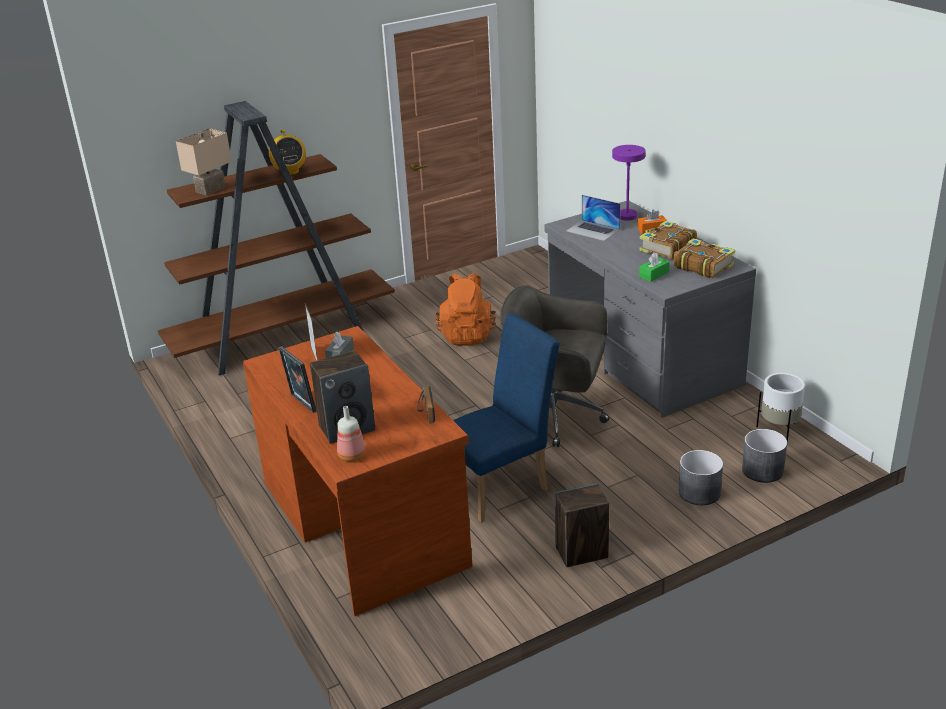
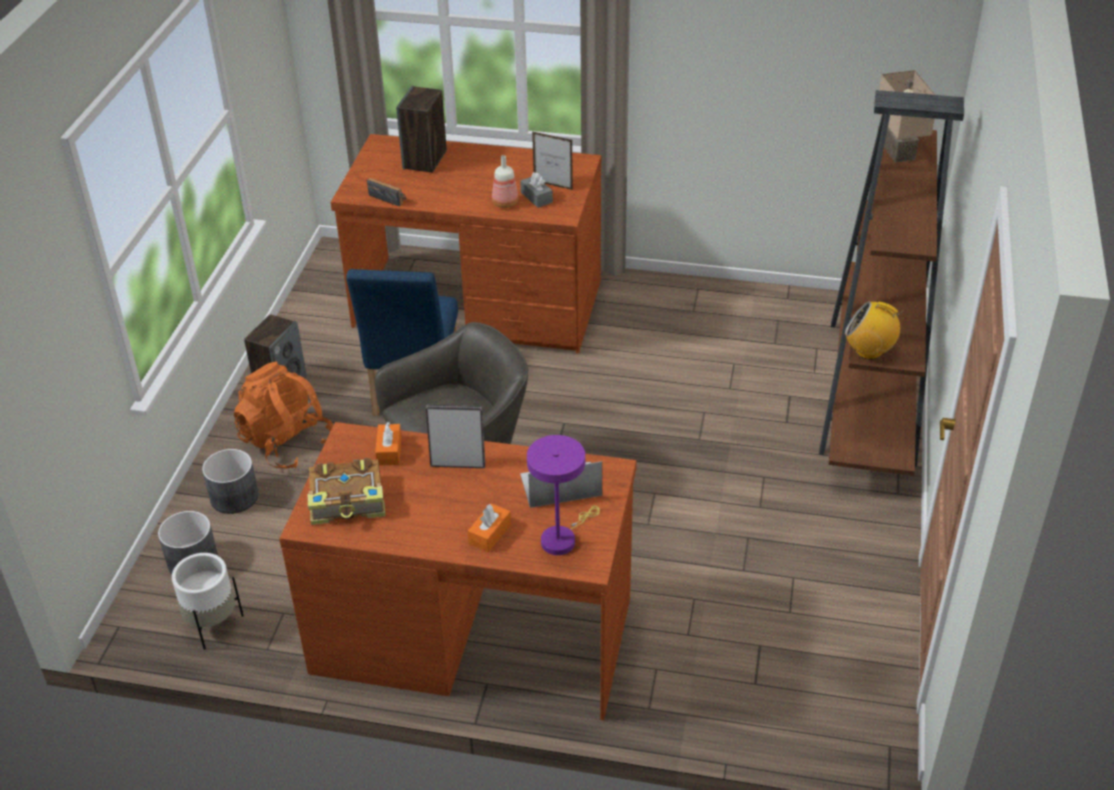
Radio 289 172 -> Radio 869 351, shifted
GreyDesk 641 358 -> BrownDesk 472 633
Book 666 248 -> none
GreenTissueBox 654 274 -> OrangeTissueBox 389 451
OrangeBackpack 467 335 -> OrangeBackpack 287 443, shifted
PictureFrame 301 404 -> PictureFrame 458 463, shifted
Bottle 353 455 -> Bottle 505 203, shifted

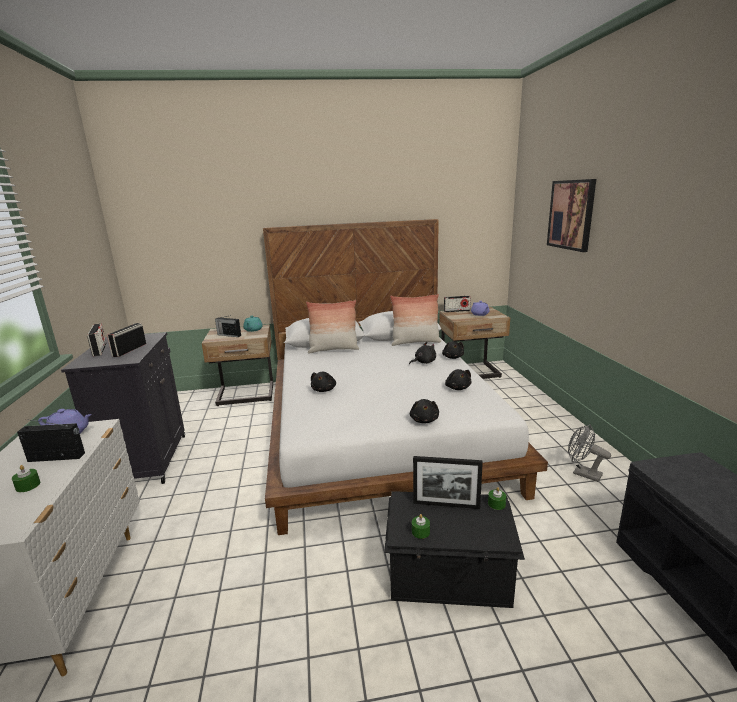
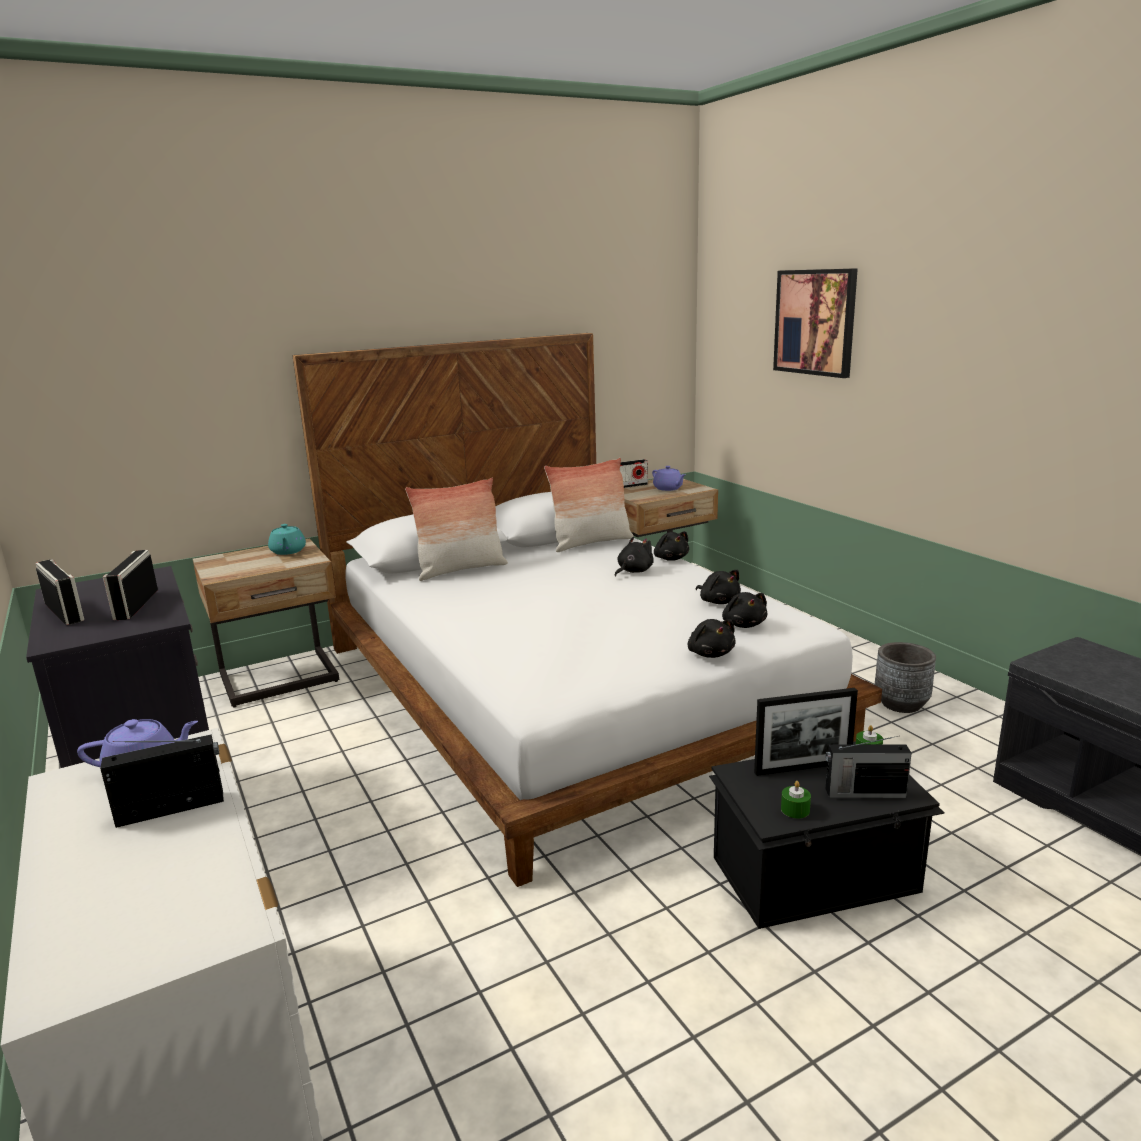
Radio 229 335 -> Radio 863 792, shifted
BlackPlushToy 324 390 -> BlackPlushToy 743 624, shifted
GreyFan 582 473 -> GreyPlanter 901 704
GreenCandle 28 486 -> none

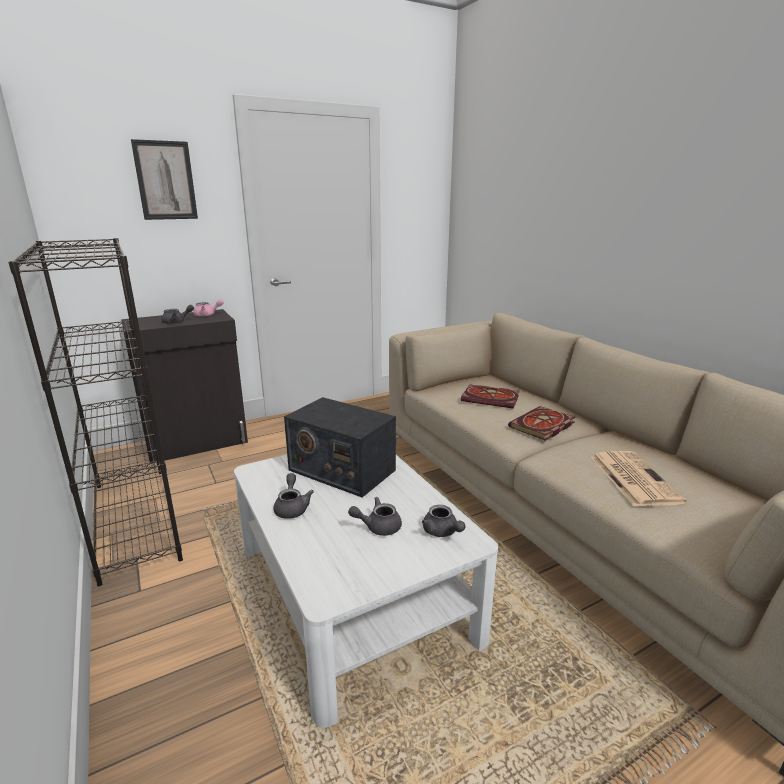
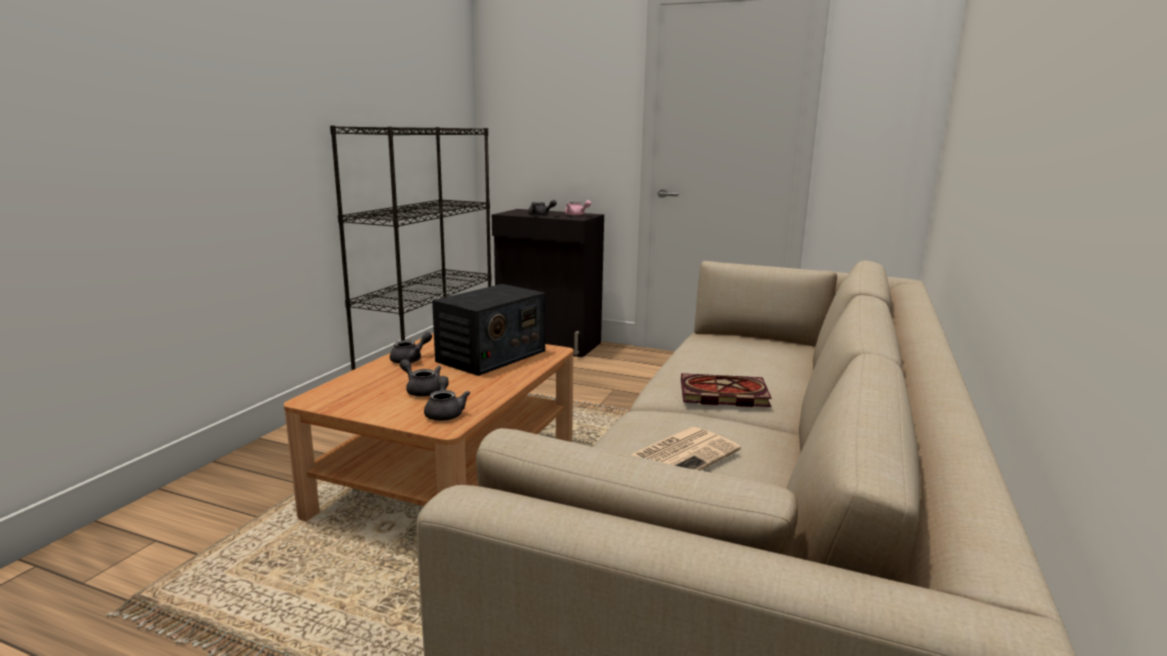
Picture 165 180 -> none
Book 491 399 -> none
Radio 341 470 -> Radio 491 356, 135 degrees counterclockwise
WhiteCoffeeTable 354 591 -> BrownCoffeeTable 450 475
GreyTeapot 442 532 -> GreyTeapot 445 413, 150 degrees clockwise

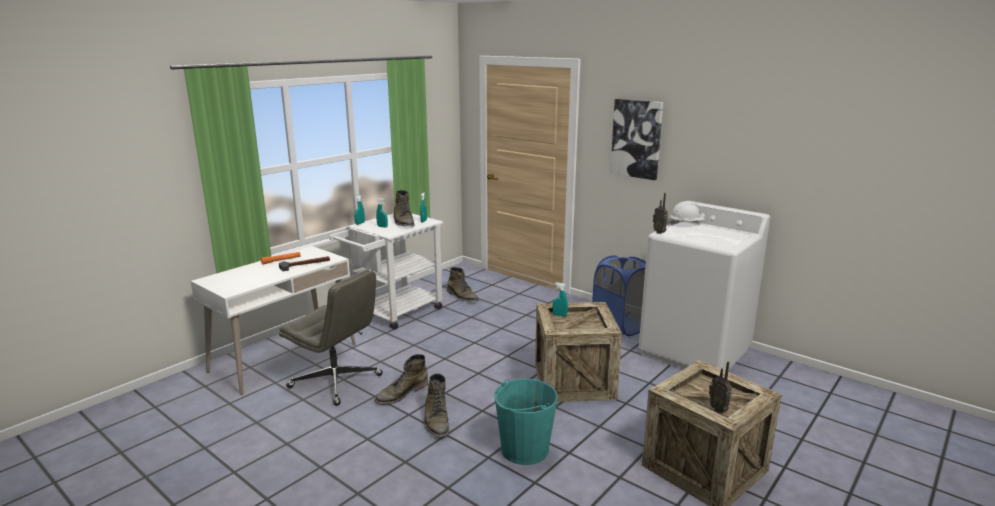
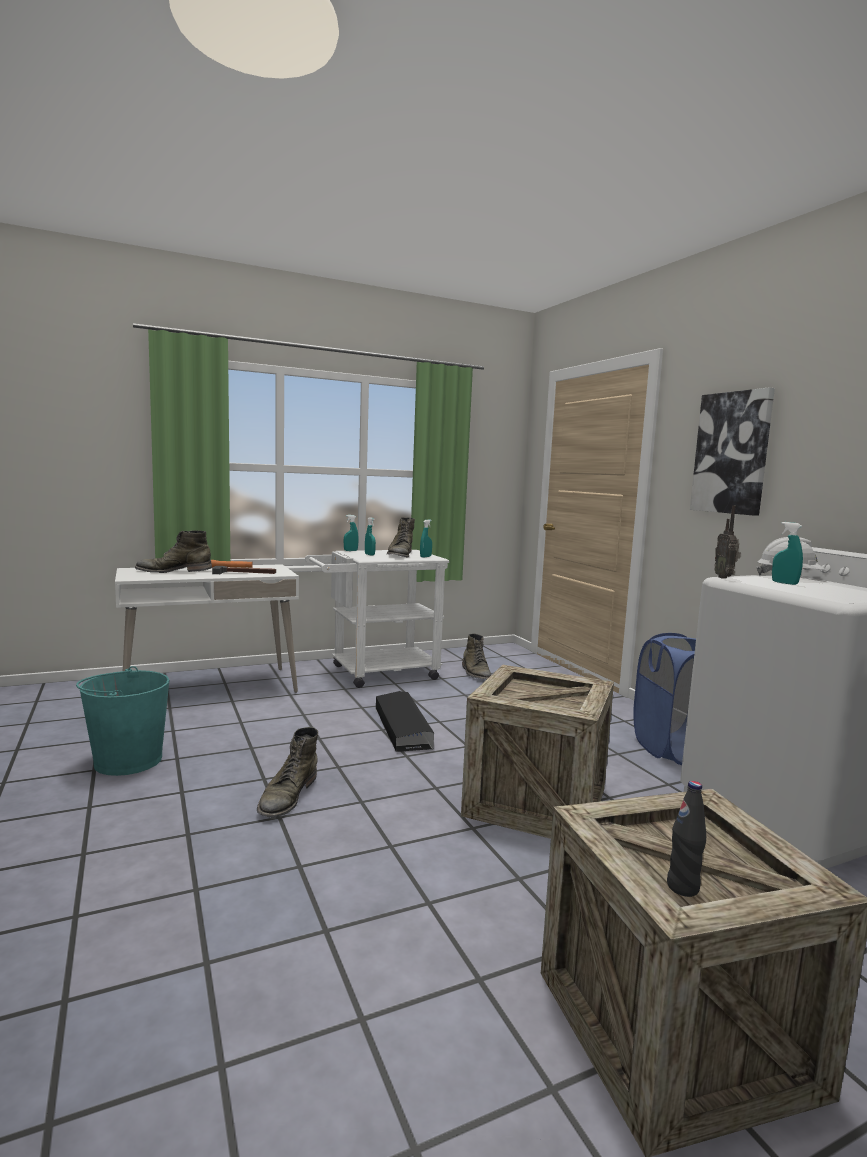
GreyOfficeChair 336 382 -> none
TurquoiseSprayBottle 559 315 -> TurquoiseSprayBottle 784 583, shifted
GreenBoot 401 393 -> GreenBoot 174 571, shifted
Radio 718 409 -> BlackBottle 683 887
TurquoiseBucket 524 449 -> TurquoiseBucket 127 761, shifted
none -> BlackStorageBox 402 727

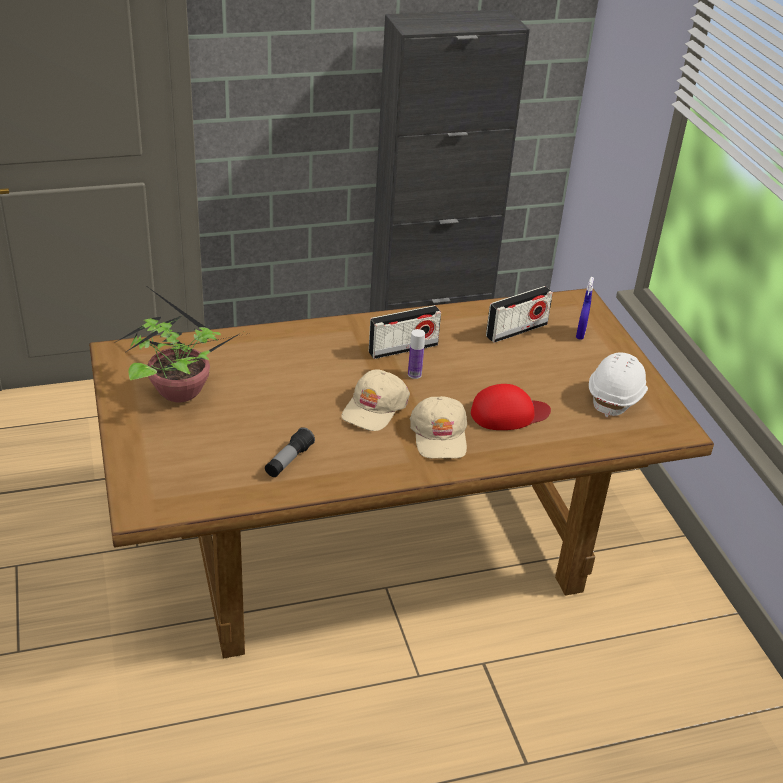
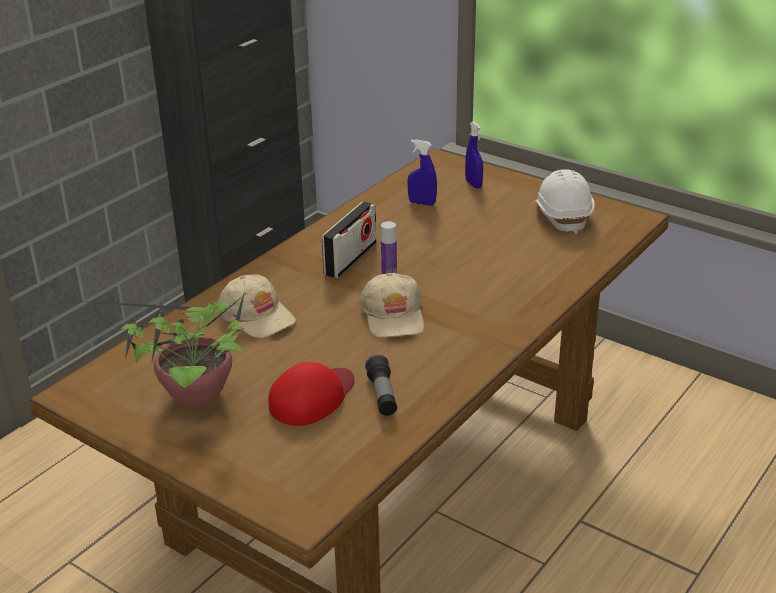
Radio 516 330 -> BlueSprayBottle 422 203
RedCap 509 413 -> RedCap 312 397, shifted
BeigeCap 439 435 -> BeigeCap 257 315, shifted

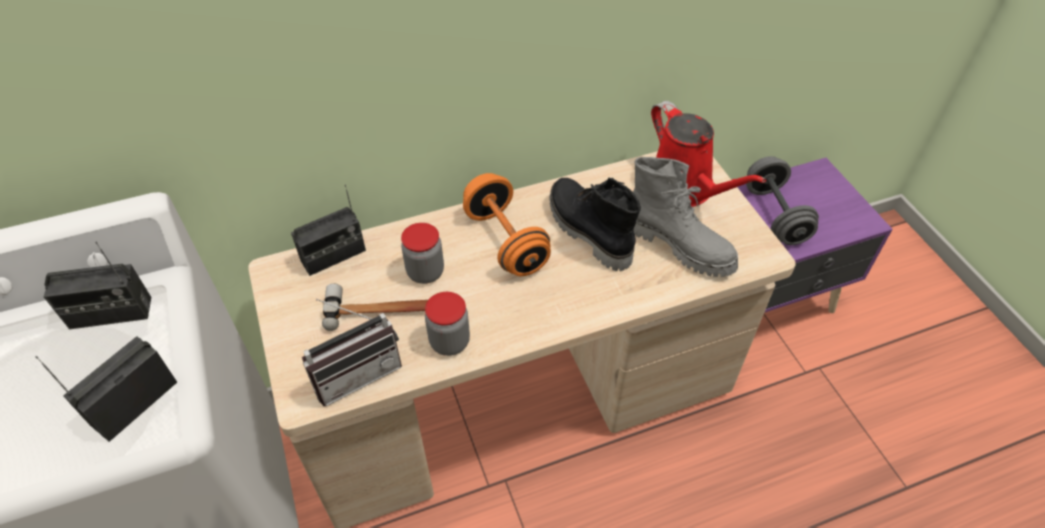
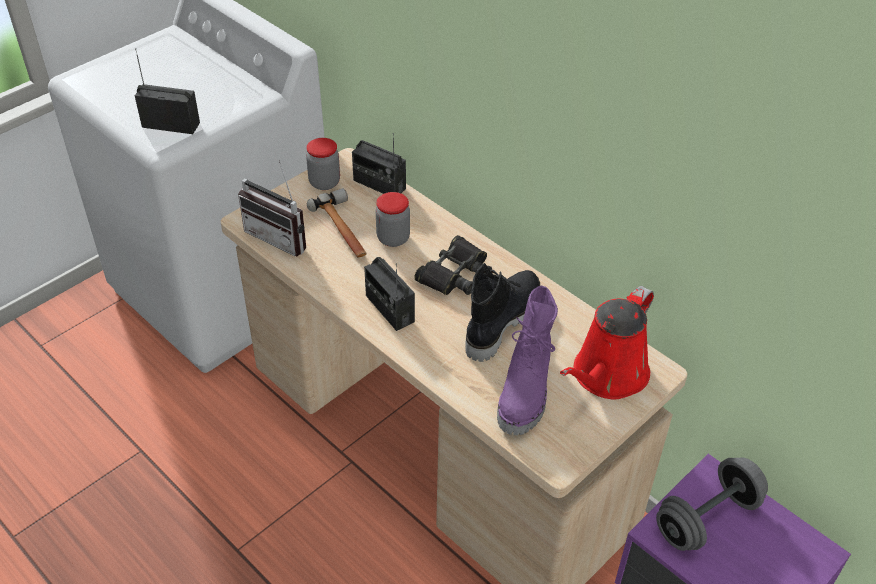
GreyBoot 680 245 -> PurpleBoot 526 391
OrangeDumbbell 506 241 -> BlackBinoculars 455 273
Radio 111 313 -> Radio 389 309, shifted
Jar 449 342 -> Jar 324 182, shifted

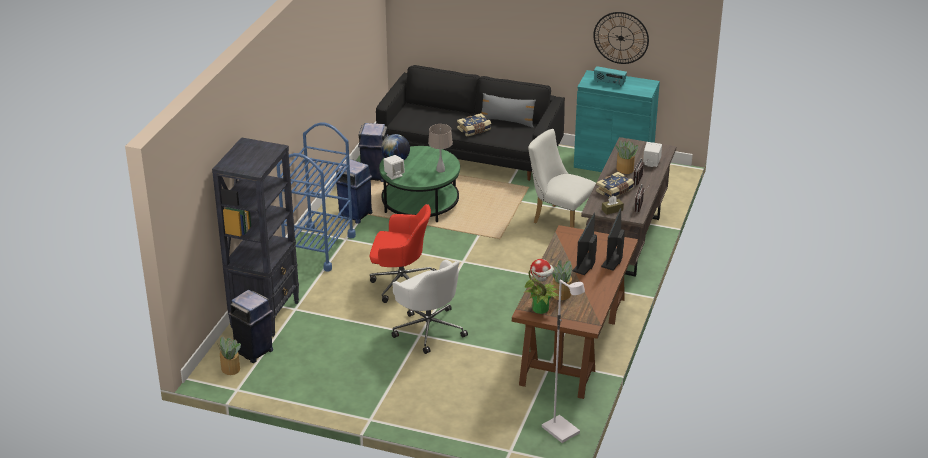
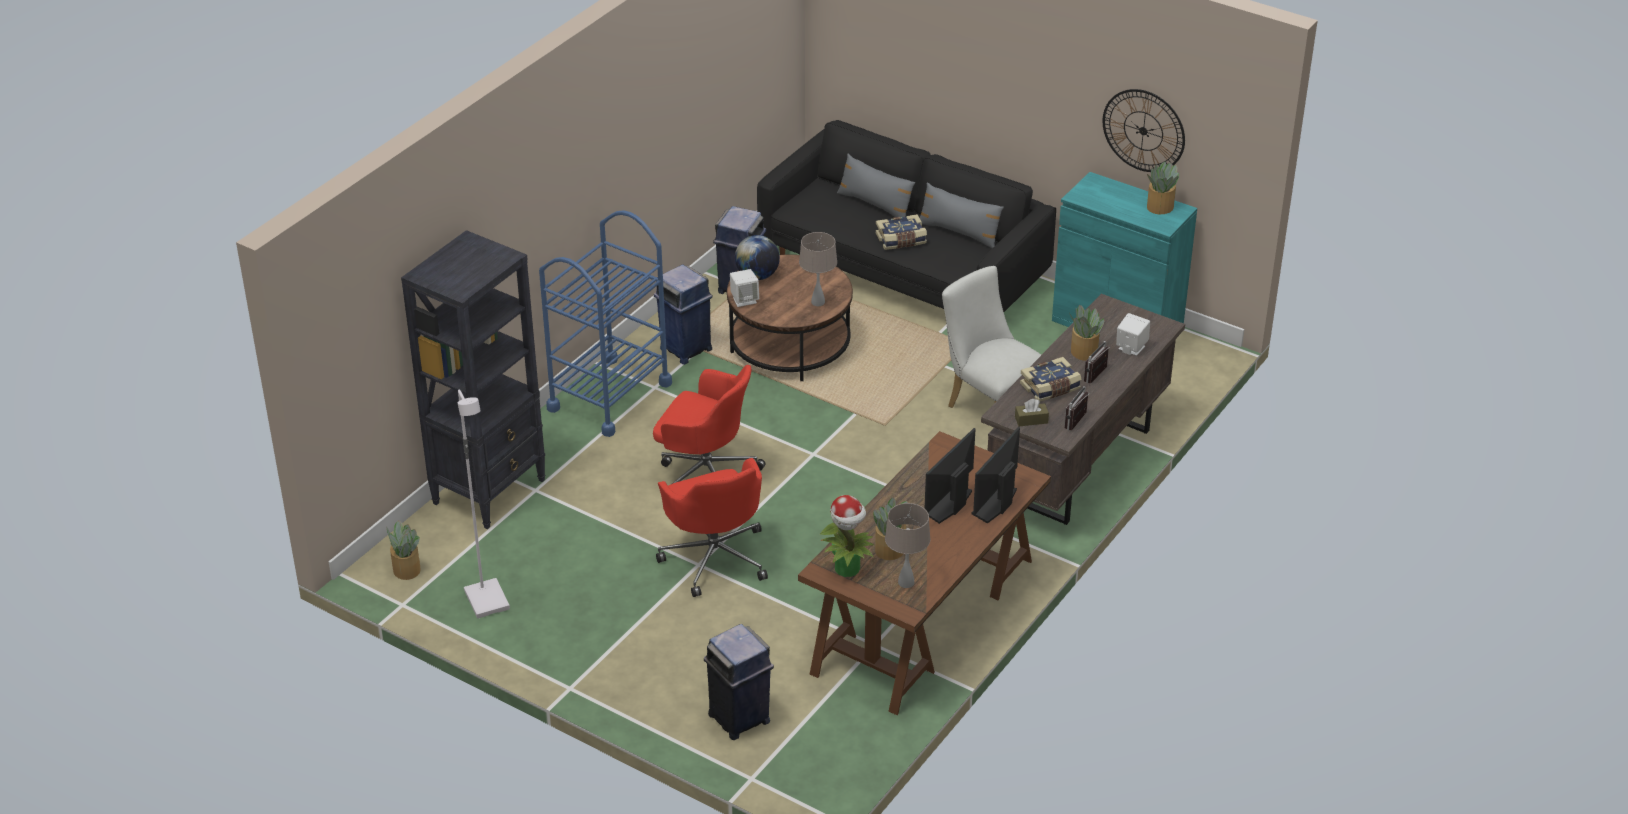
Radio 609 83 -> none
GreenCoffeeTable 420 203 -> BrownCoffeeTable 790 345
WhiteOfficeChair 428 329 -> RedOfficeChair 715 557
WhiteFloorLamp 561 430 -> WhiteFloorLamp 488 600, shifted
BlueTrashCan 254 351 -> BlueTrashCan 739 719, shifted
none -> GreyPillow 875 205
none -> PottedPlant 1159 207
none -> BeigeTableLamp 905 582

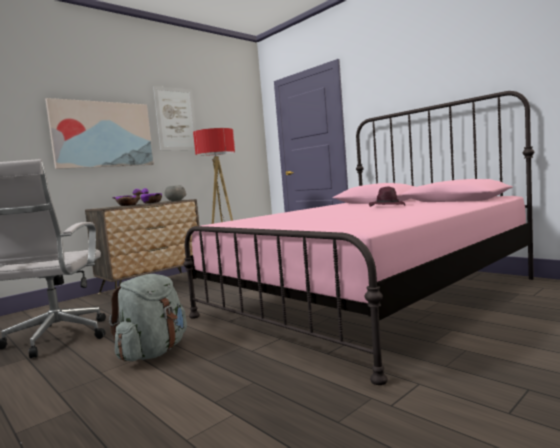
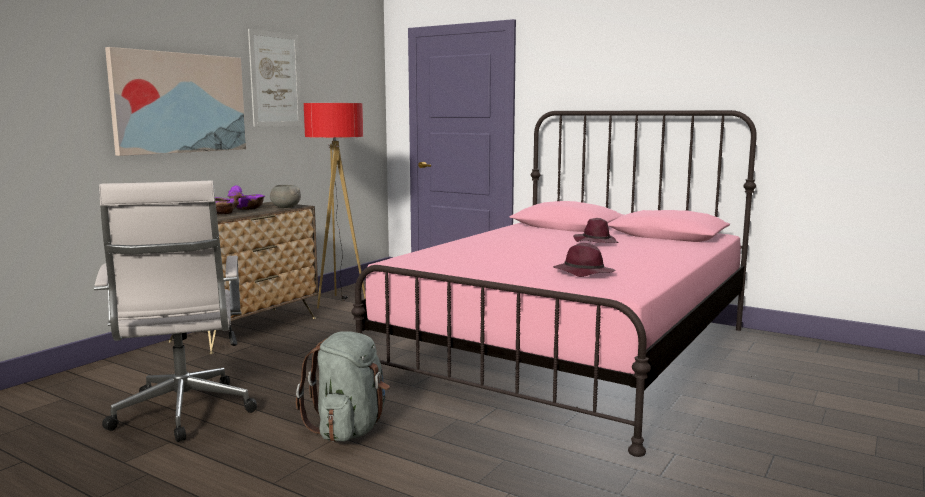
none -> PurpleHat 582 273

